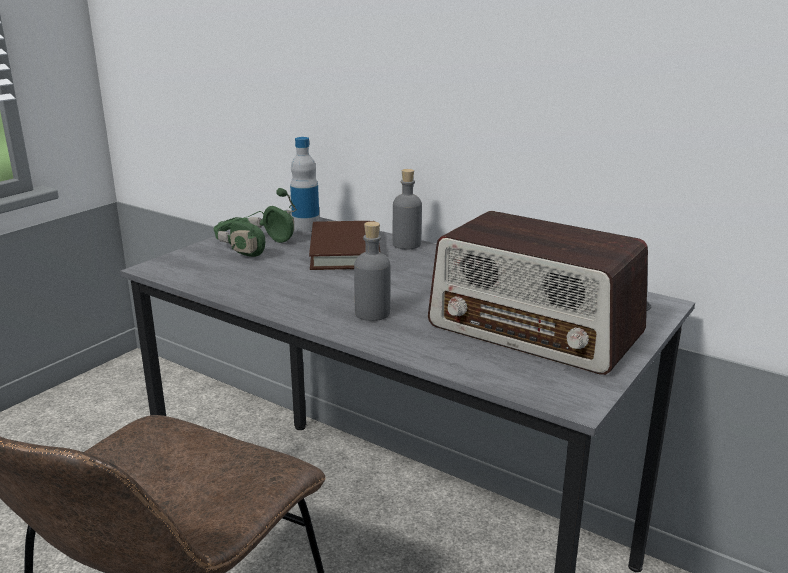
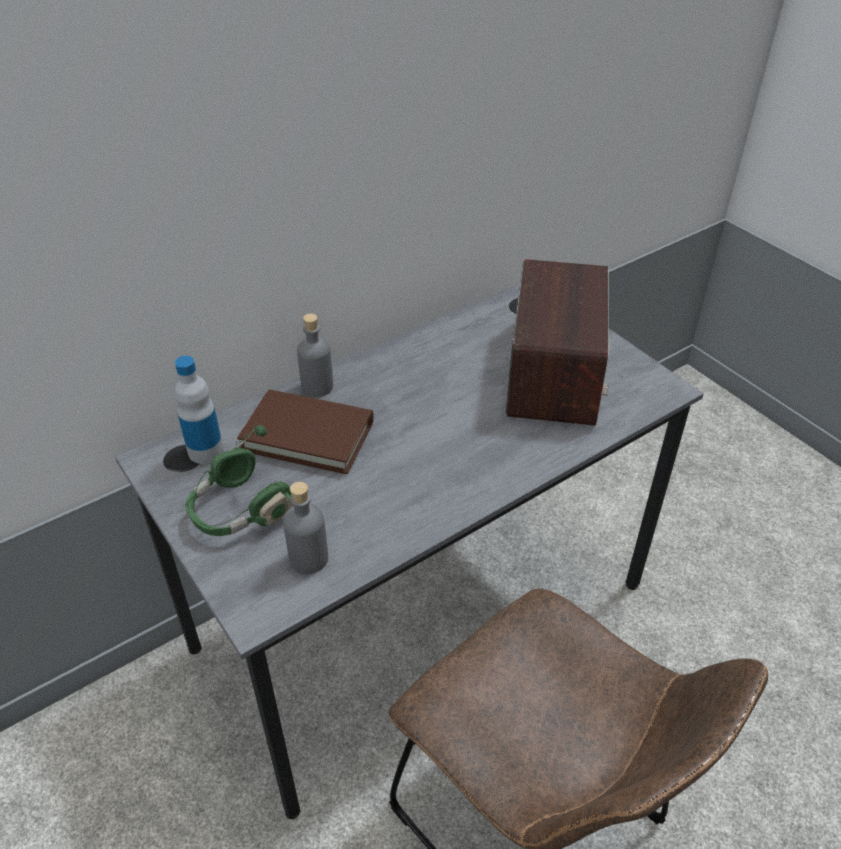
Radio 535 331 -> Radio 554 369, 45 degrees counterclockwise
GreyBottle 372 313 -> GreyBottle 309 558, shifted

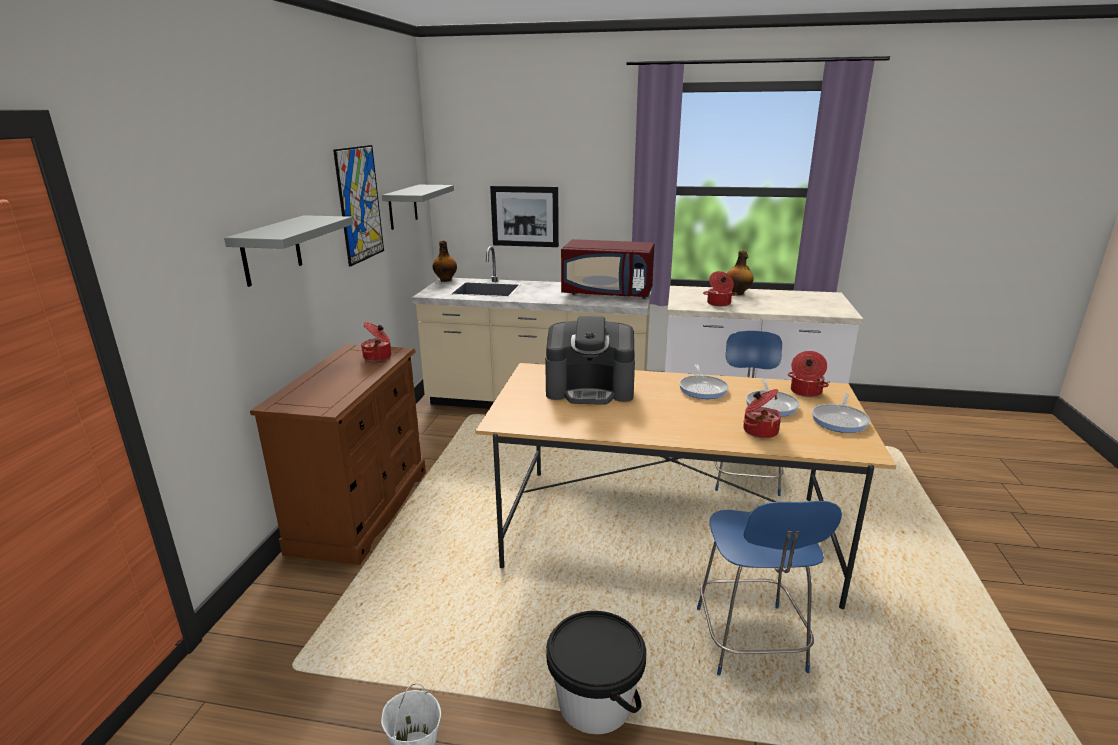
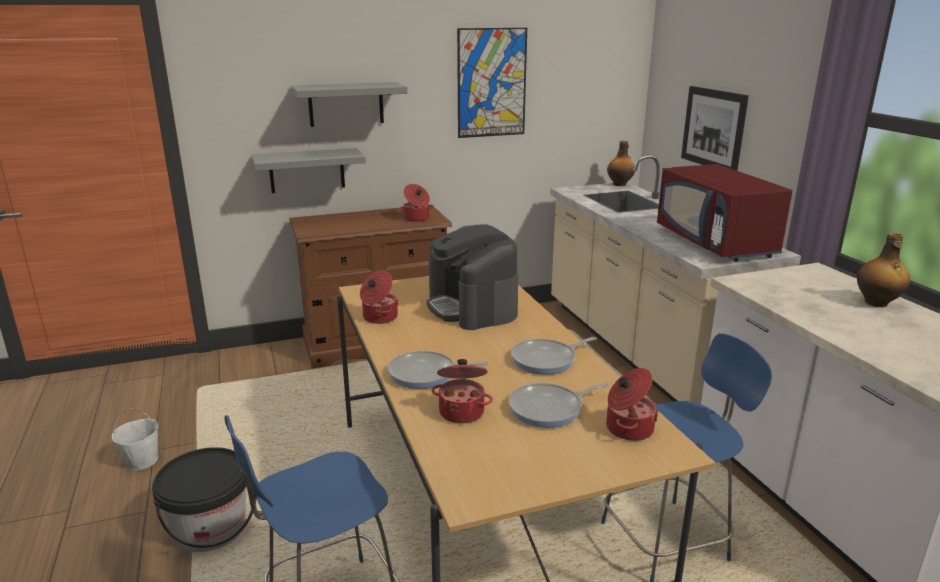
GreyShelf 402 207 -> GreyShelf 307 170, shifted
CookingPot 718 303 -> CookingPot 379 317, shifted
FryingPan 840 420 -> FryingPan 426 374, shifted

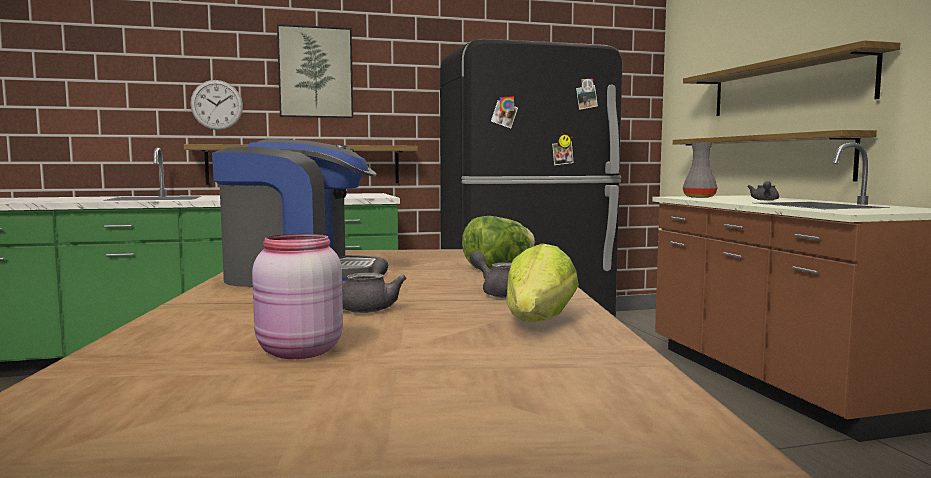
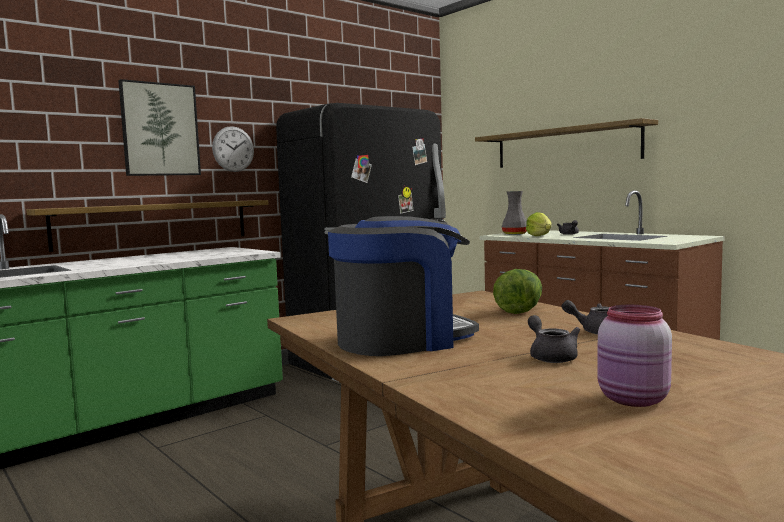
WallClock 217 105 -> WallClock 233 149, shifted
Shelf 771 157 -> none
Lettuce 538 322 -> Lettuce 540 236, shifted

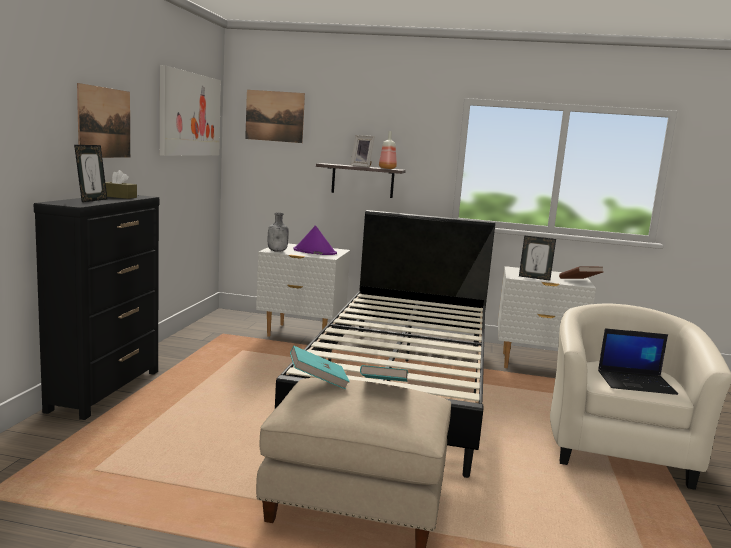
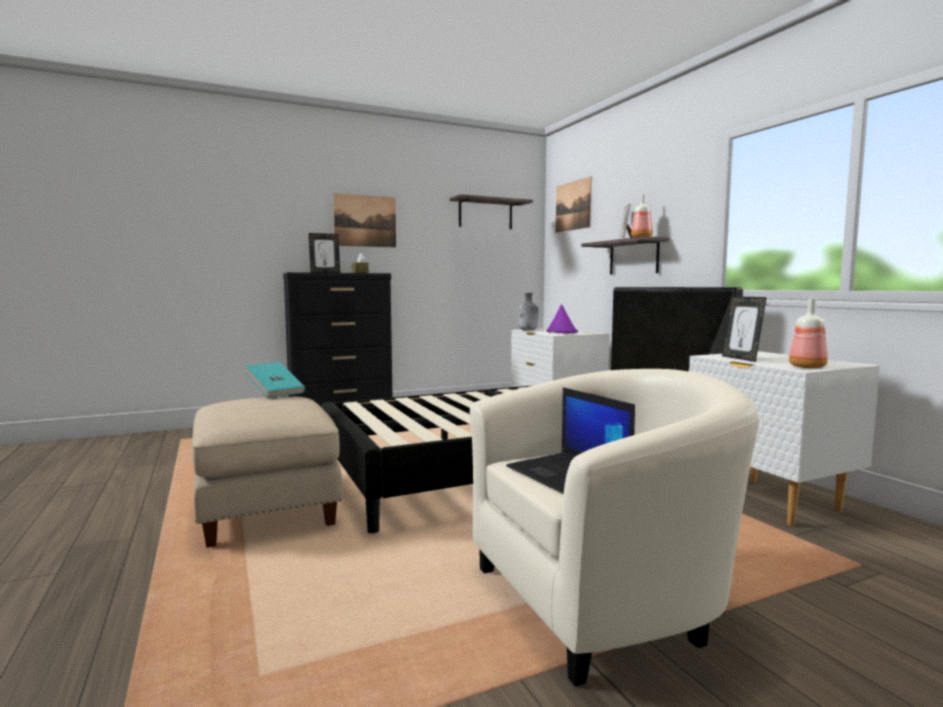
Picture 190 114 -> Shelf 485 214
BrownBook 579 282 -> Bottle 808 367
TurquoiseBook 383 388 -> none

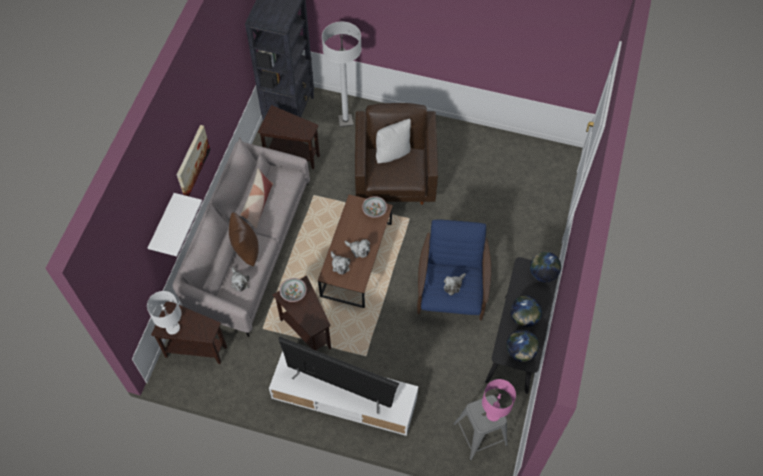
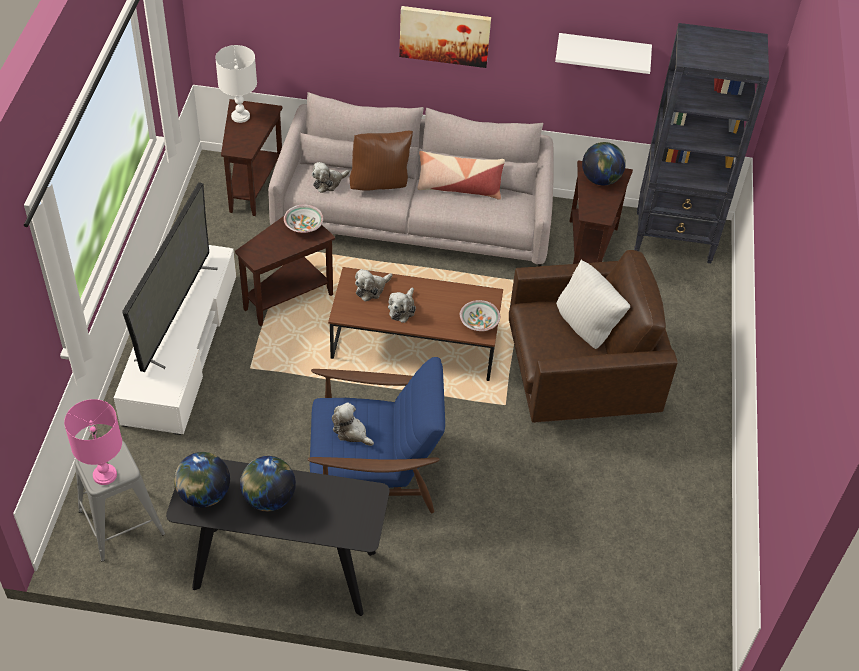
WhiteFloorLamp 345 121 -> none
WhiteShelf 163 226 -> WhiteShelf 603 52, shifted
Globe 542 273 -> Globe 601 179, shifted

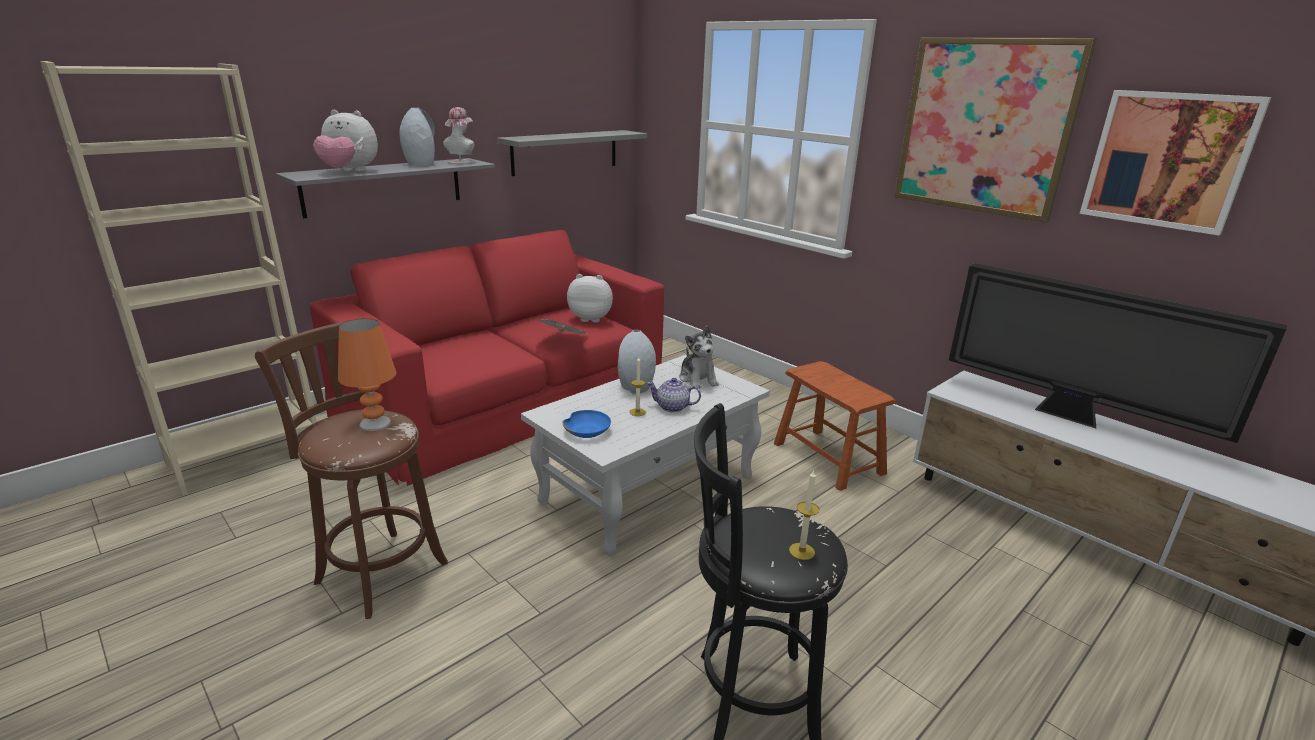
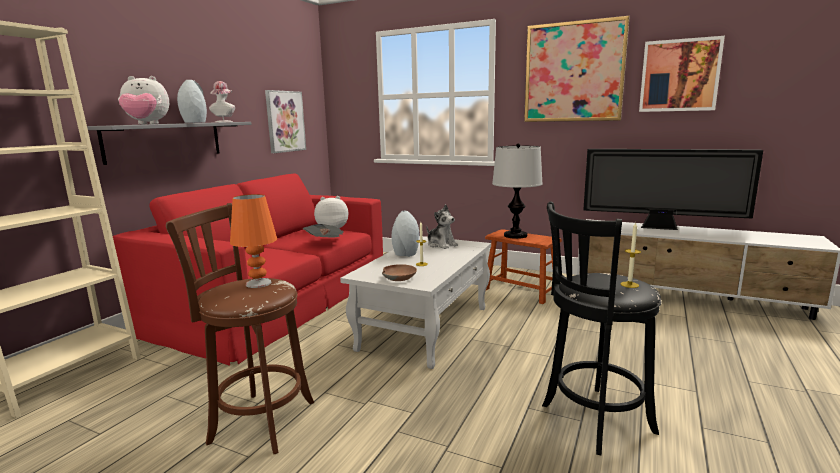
GreyShelf 565 152 -> Picture 285 121
Teapot 673 407 -> none
BlueBowl 587 430 -> BrownBowl 399 277
none -> TableLamp 515 235

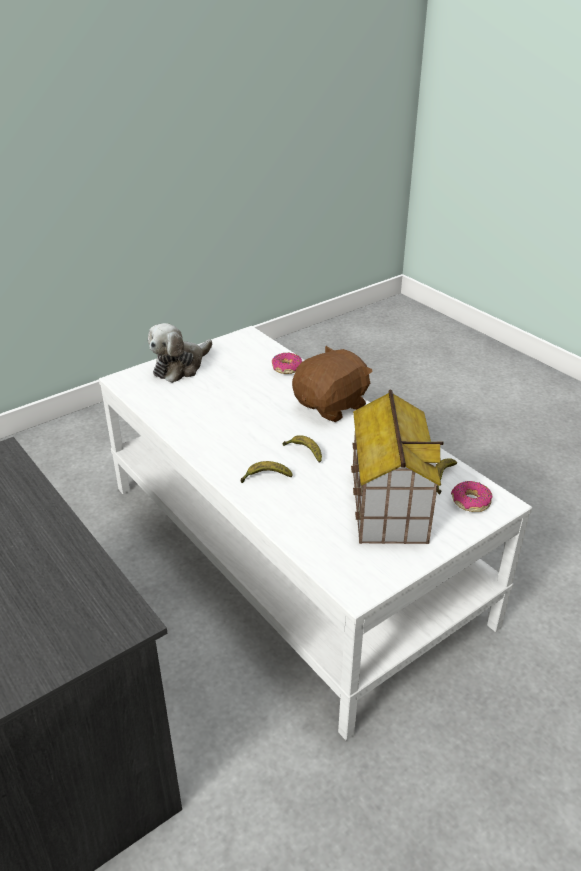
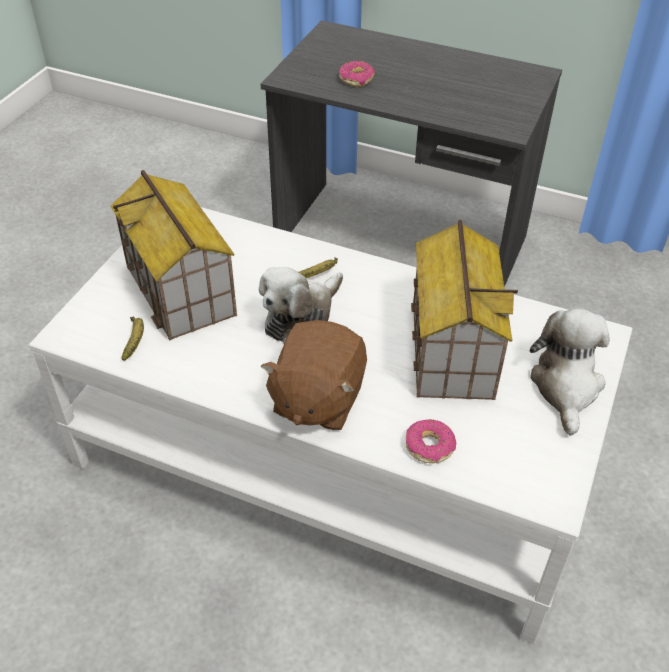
Banana 304 452 -> PlushToy 301 317
Donut 470 502 -> Donut 356 79, shifted
none -> ToyHouse 450 349

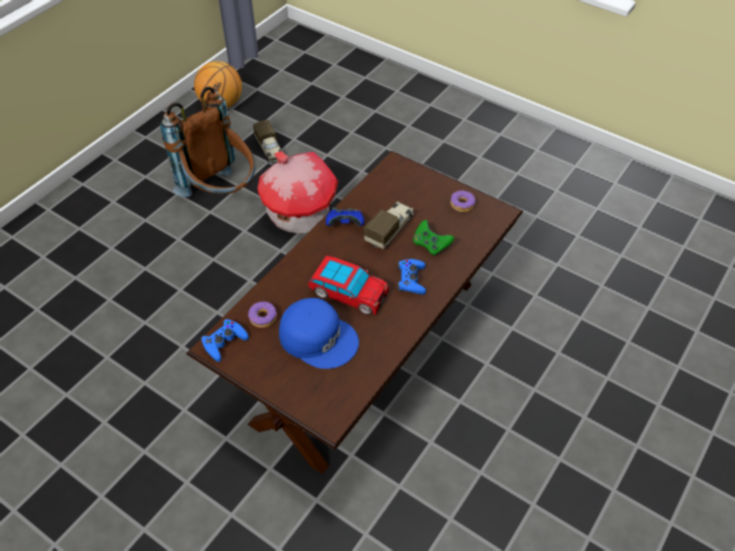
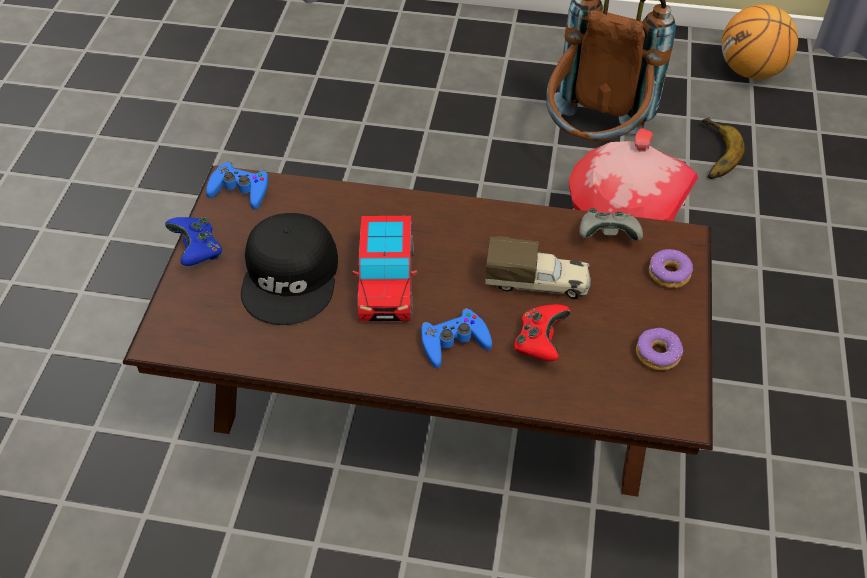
ToyTruck 270 150 -> Banana 711 153
BlueGameController 345 224 -> BlueGameController 197 251, shifted
GreenGameController 430 245 -> RedGameController 540 342
BlueCap 319 337 -> BlackCap 292 277
Donut 263 318 -> Donut 669 274, shifted
none -> GreyGameController 608 237

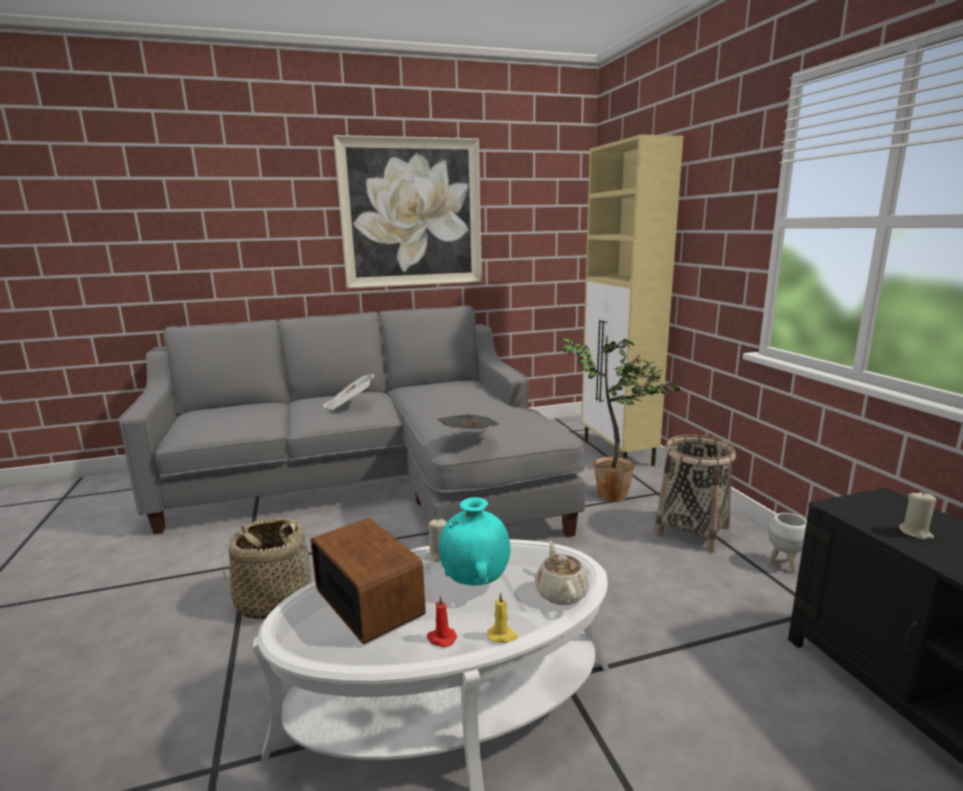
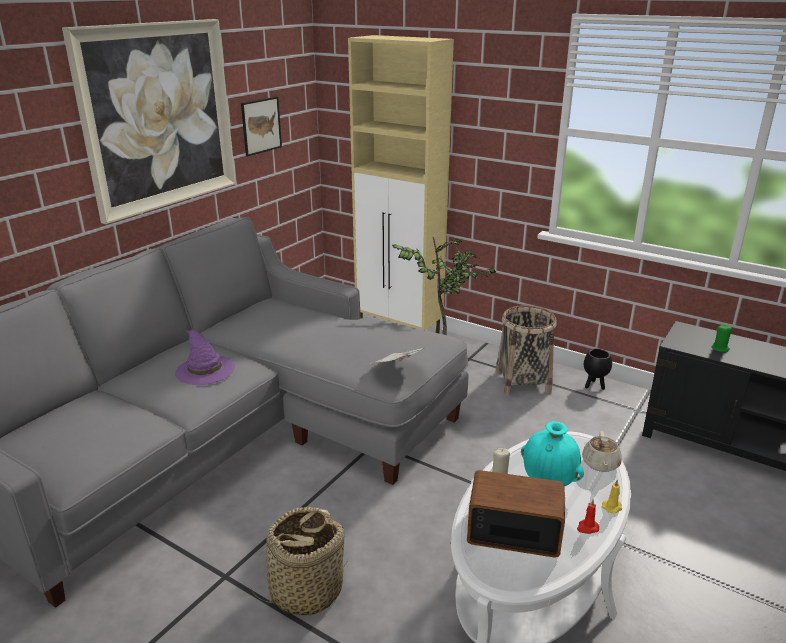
Newspaper 349 405 -> PurpleHat 204 369
BeigeCandle 915 533 -> GreenCandle 720 348
WhitePlanter 784 565 -> BlackPlanter 594 386
BeigeTeapot 561 592 -> BeigeTeapot 600 464, 120 degrees counterclockwise
none -> Picture 261 126

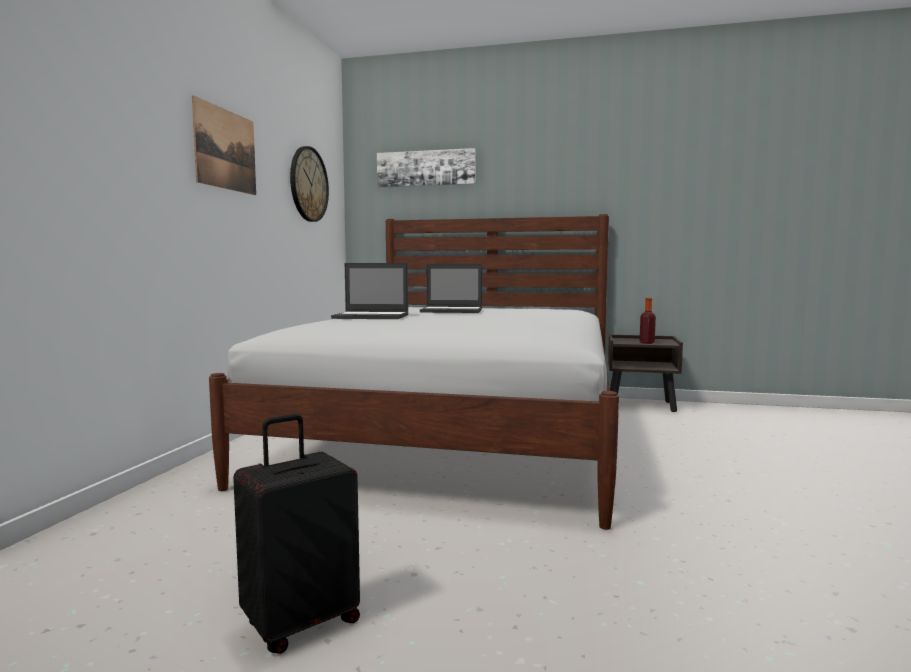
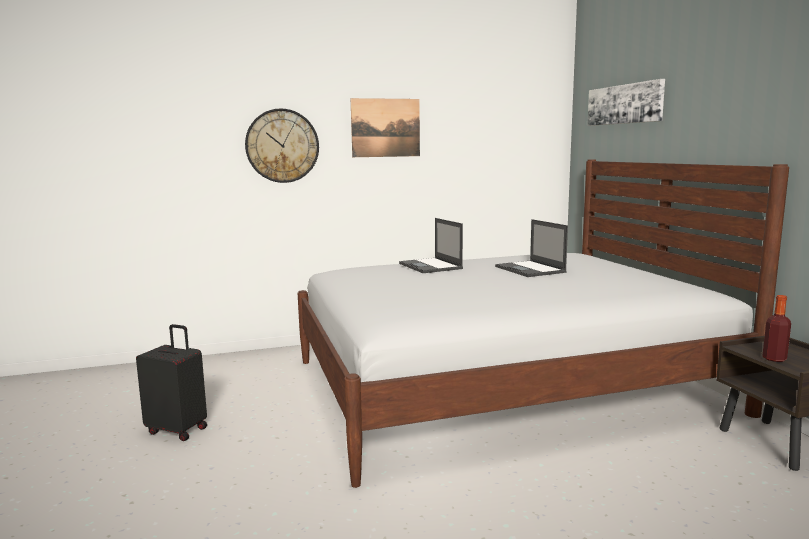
WallClock 308 184 -> WallClock 282 146, shifted

